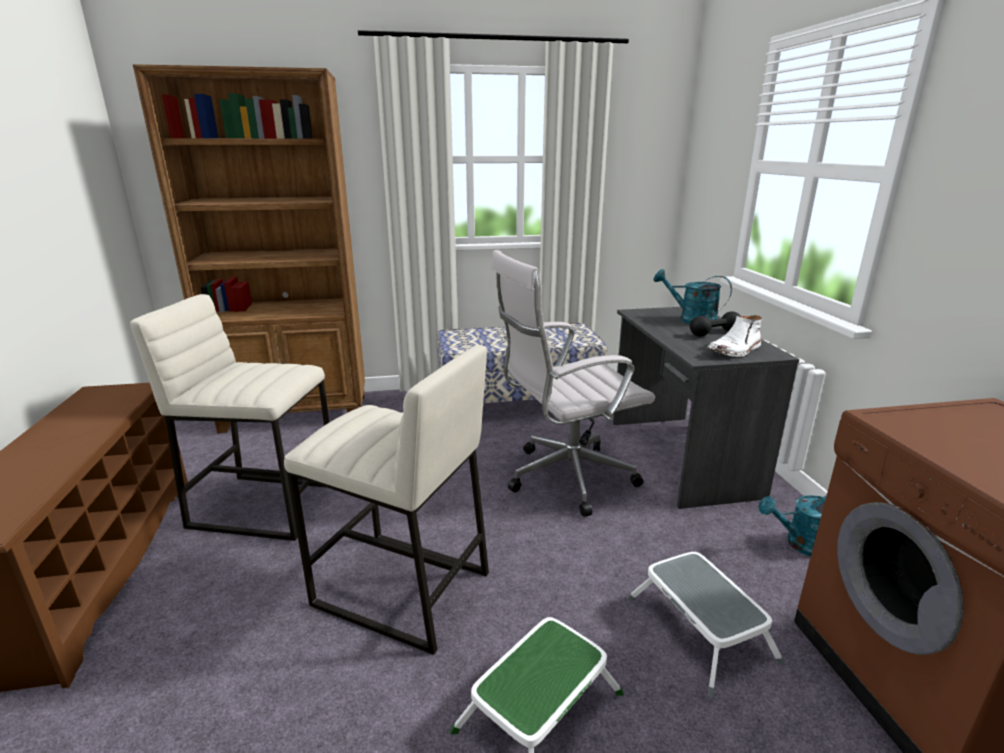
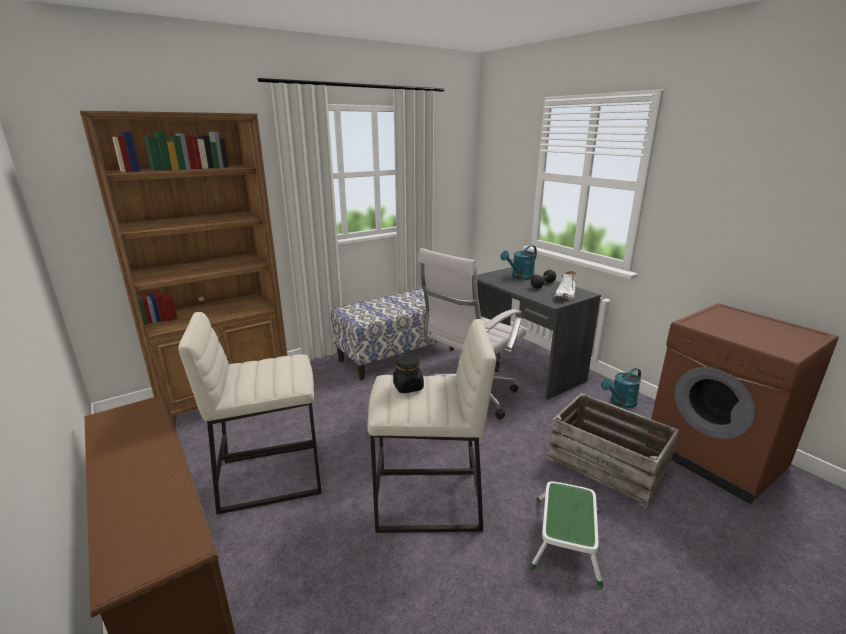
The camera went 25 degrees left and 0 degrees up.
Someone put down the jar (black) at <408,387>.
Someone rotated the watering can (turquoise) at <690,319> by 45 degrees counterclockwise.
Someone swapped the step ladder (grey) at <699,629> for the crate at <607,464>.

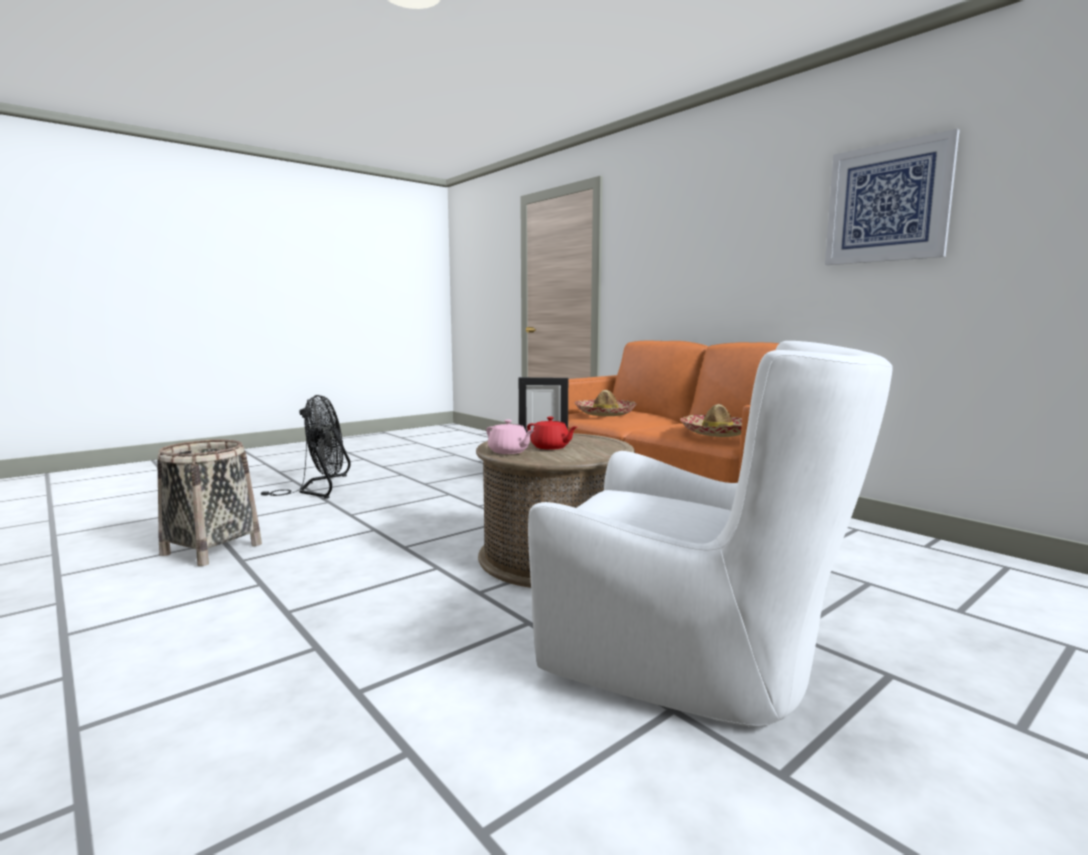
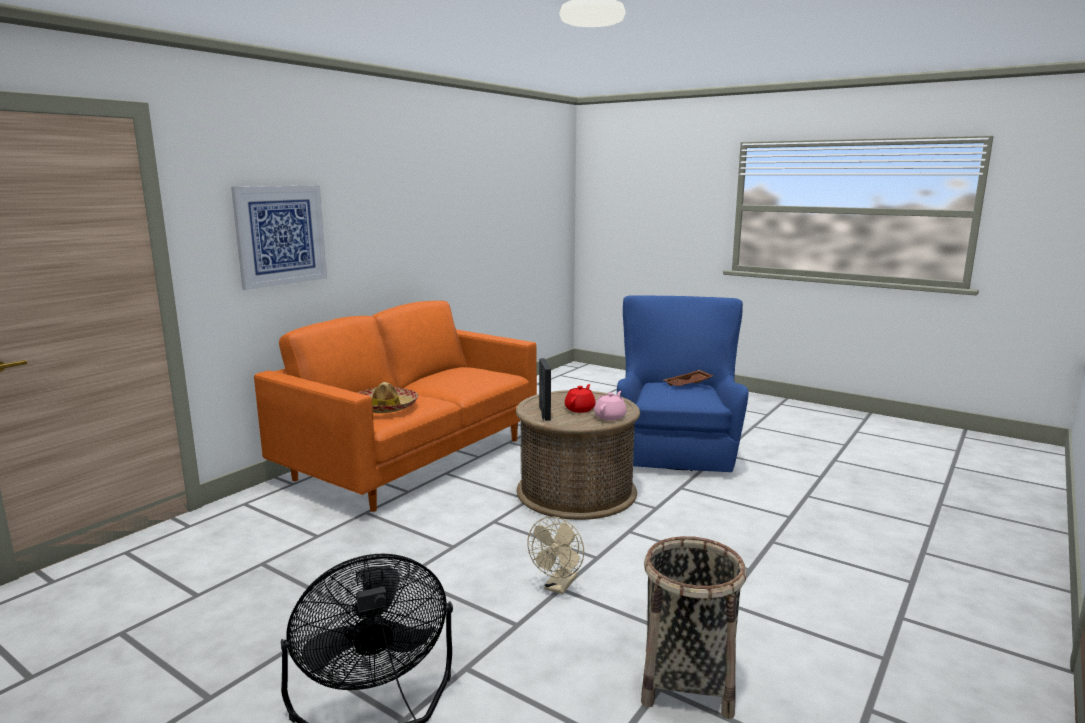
The camera went 105 degrees left and 5 degrees up.
Someone carried the picture from <887,203> to <280,235>.
Someone put down the fan (beige) at <558,587>.
Someone repainted the armchair (white) at <695,657>, which became the armchair (blue) at <676,450>.
Someone put down the tray (brown) at <688,384>.
Someone took away the hat at <717,433>.

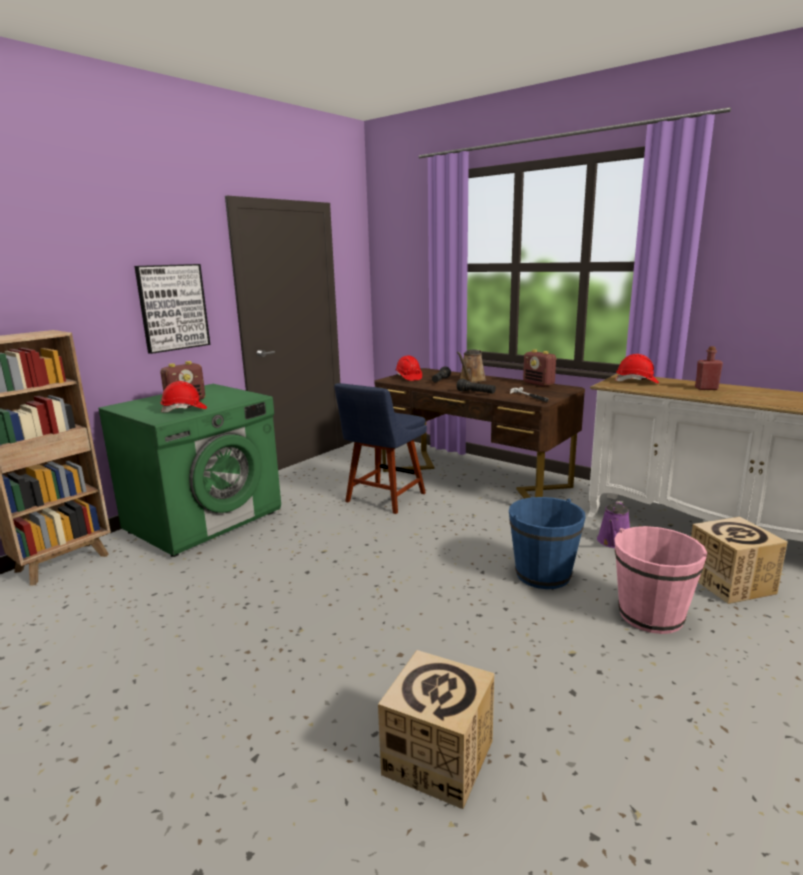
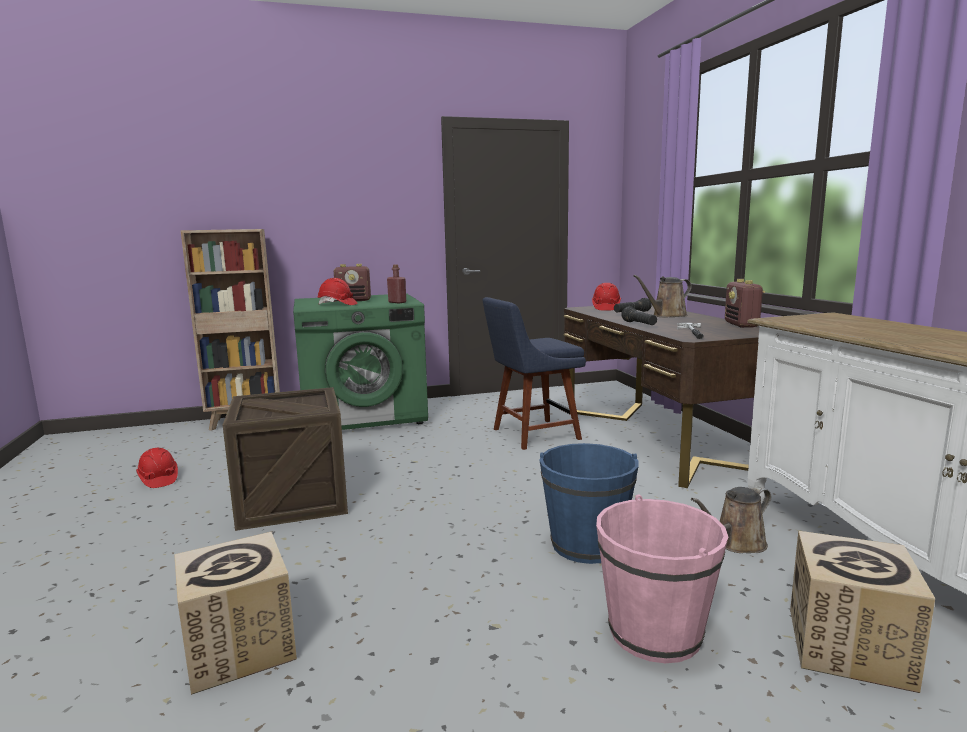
The camera went 35 degrees right and 5 degrees down.
Someone carried the hard hat (red) from <636,381> to <158,479>.
Someone put down the crate at <292,500>.
Someone carried the bottle (red) from <706,388> to <397,302>.
Someone repainted the watering can (purple) at <614,542>, which became the watering can (brown) at <736,543>.
Someone took away the picture at <173,307>.

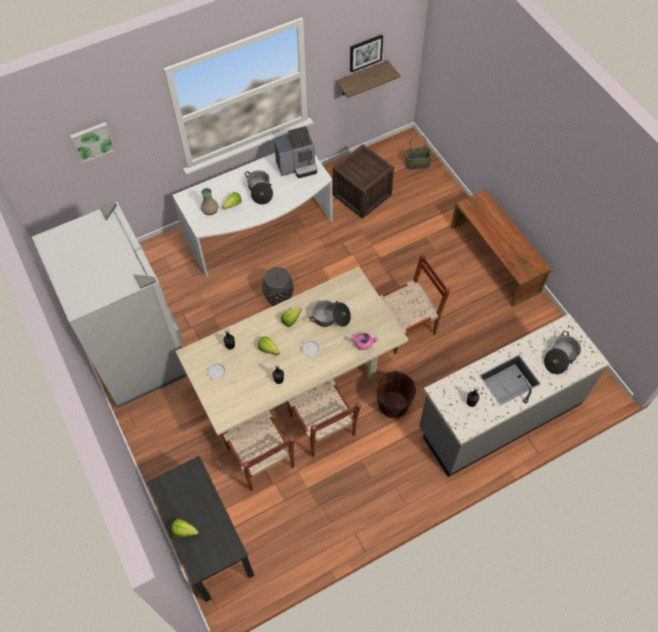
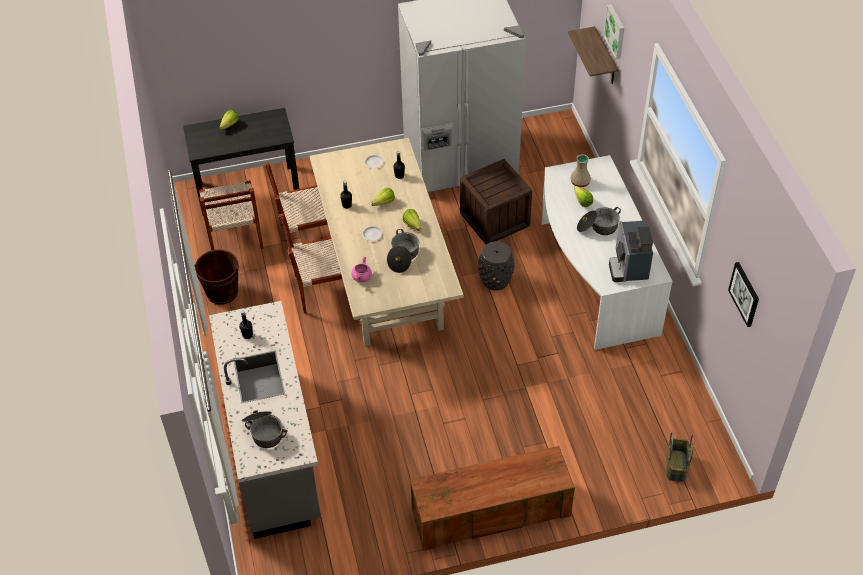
The camera went 105 degrees right and 10 degrees down.
Someone carried the bucket (brown) from <393,405> to <222,292>.
Someone carried the chair from <405,326> to <234,237>.
Someone carried the crate from <362,195> to <494,219>.
Someone carried the shelf from <361,78> to <605,57>.

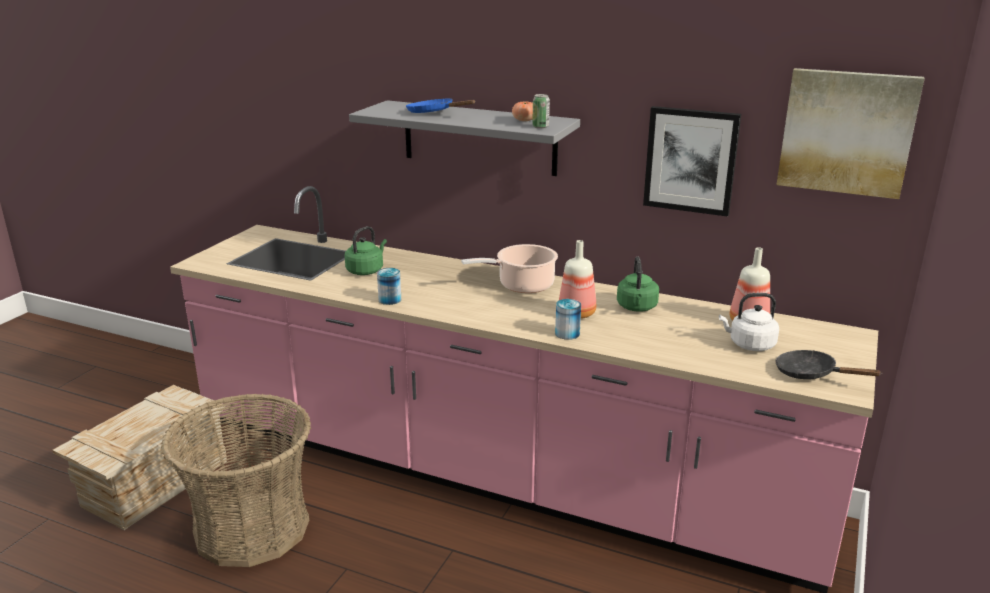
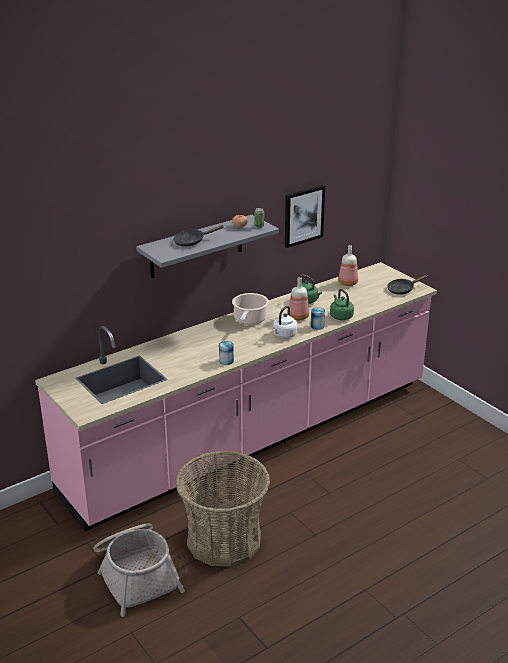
The camera went 60 degrees left and 5 degrees up.
Someone swapped the crate at <155,483> for the basket at <136,574>.
Someone repainted the frying pan (blue) at <434,113>, which became the frying pan (black) at <192,241>.
Someone carried the kettle (white) from <749,345> to <284,335>.
Someone carried the kettle (green) from <366,270> to <340,316>.
Someone took away the picture at <846,132>.

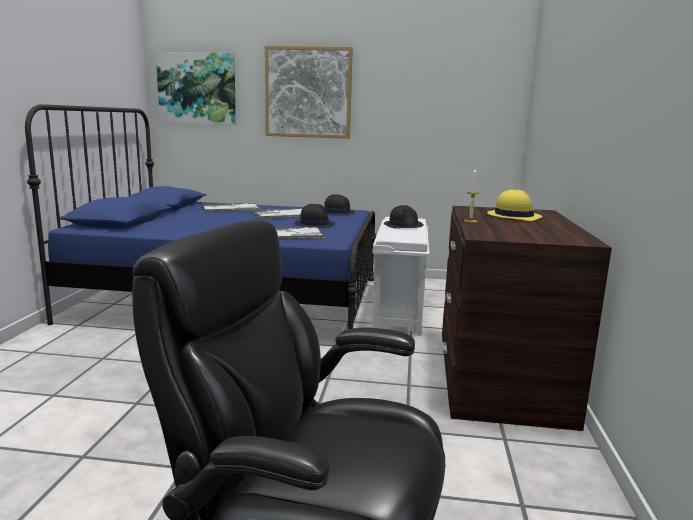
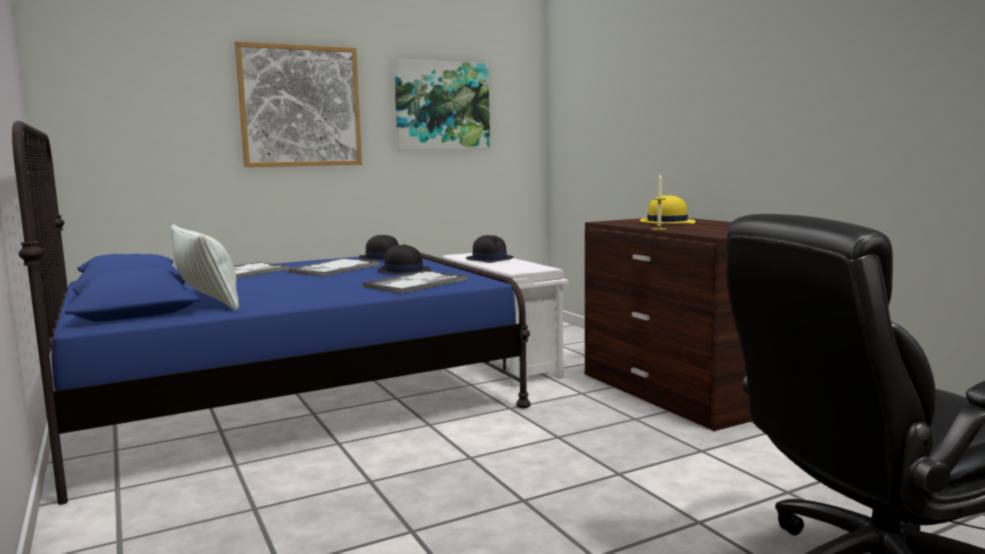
The camera went 35 degrees left and 5 degrees down.
Someone put down the pillow at <207,301>.
Someone carried the picture from <197,88> to <442,106>.

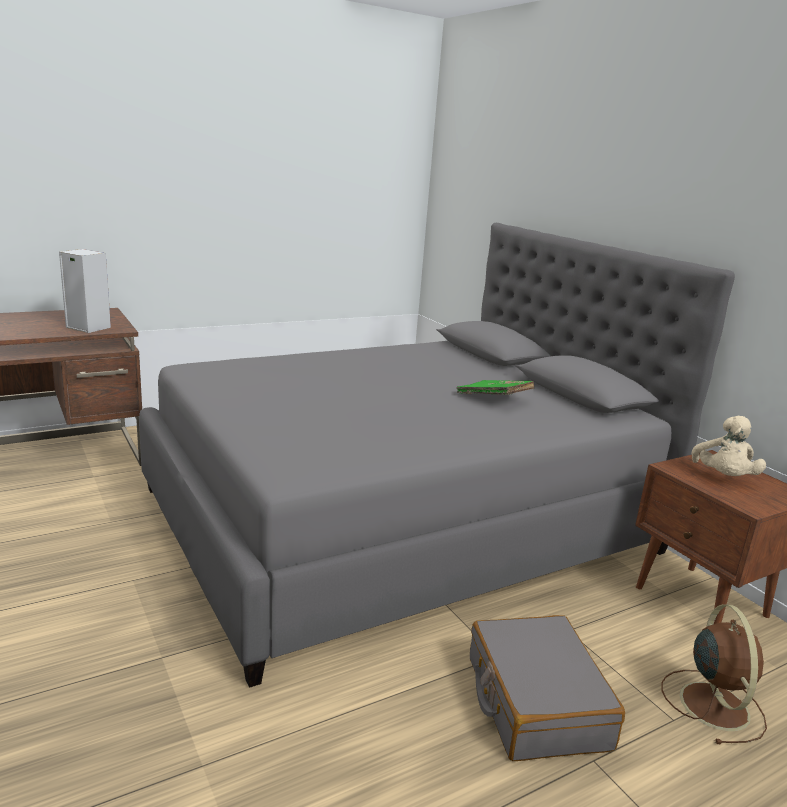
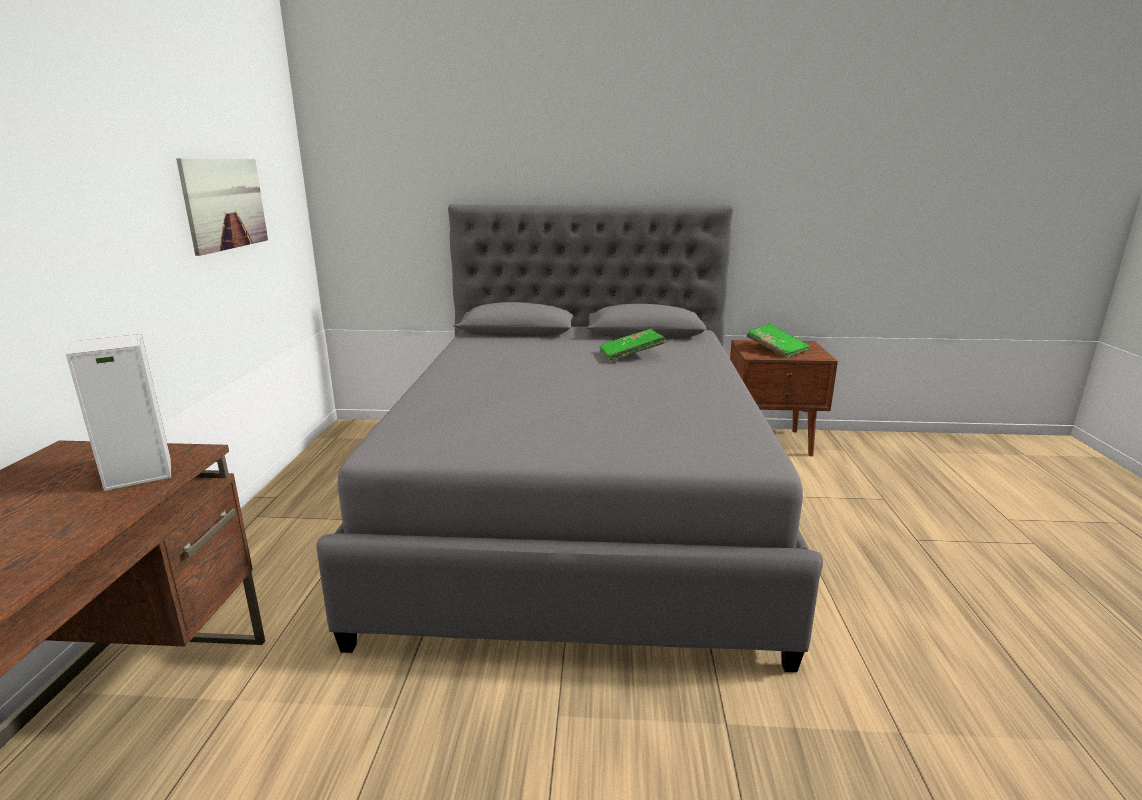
The camera went 55 degrees left and 0 degrees up.
Someone put up the picture at <225,203>.
Someone swapped the plush toy (beige) at <723,478> for the book (green) at <776,350>.
Someone took away the suitcase (grey) at <535,702>.
Someone took away the fan (brown) at <713,703>.

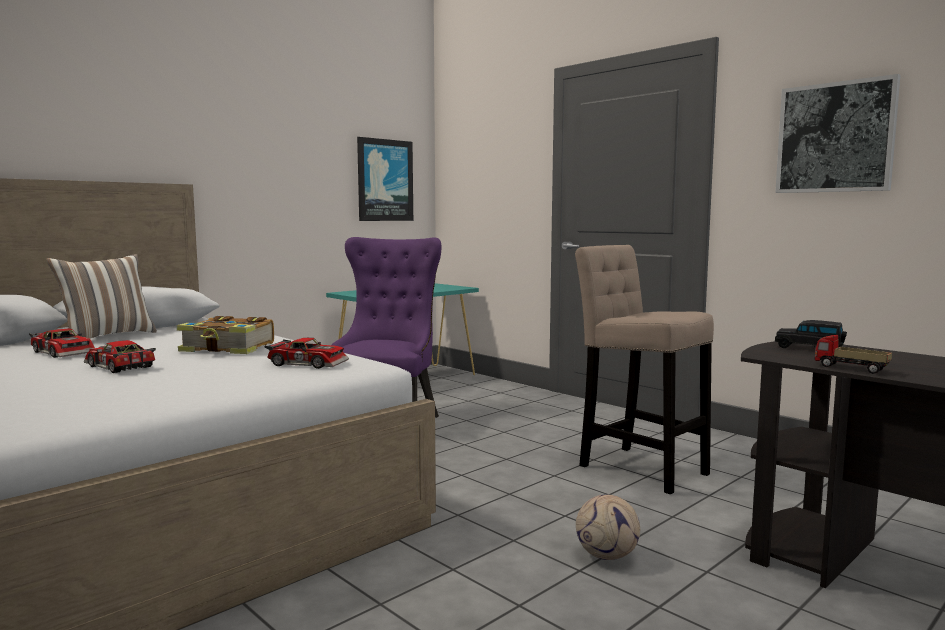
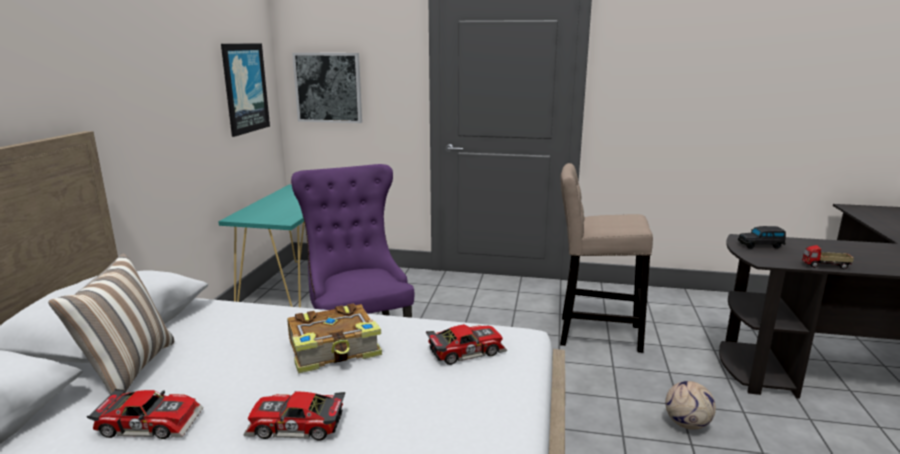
The camera went 35 degrees left and 10 degrees up.
Someone carried the picture from <835,137> to <328,87>.

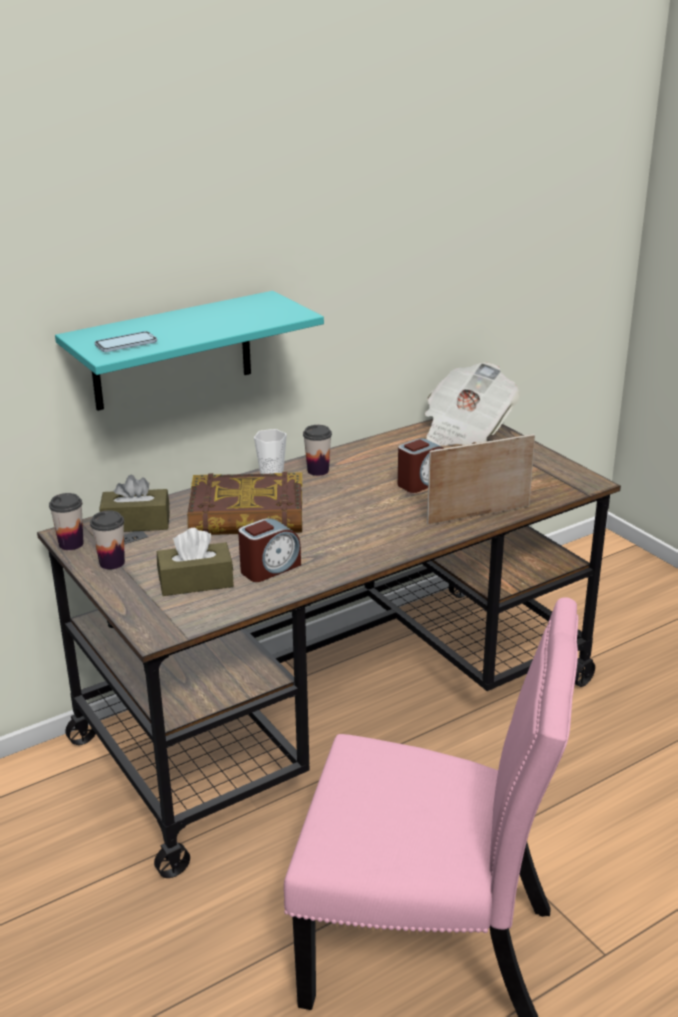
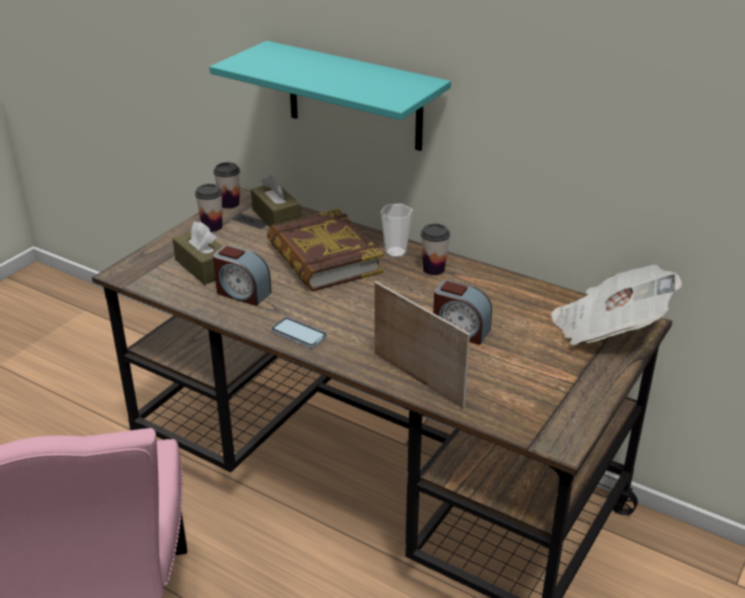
The camera went 65 degrees right and 5 degrees up.
Someone carried the phone from <126,344> to <299,334>.

